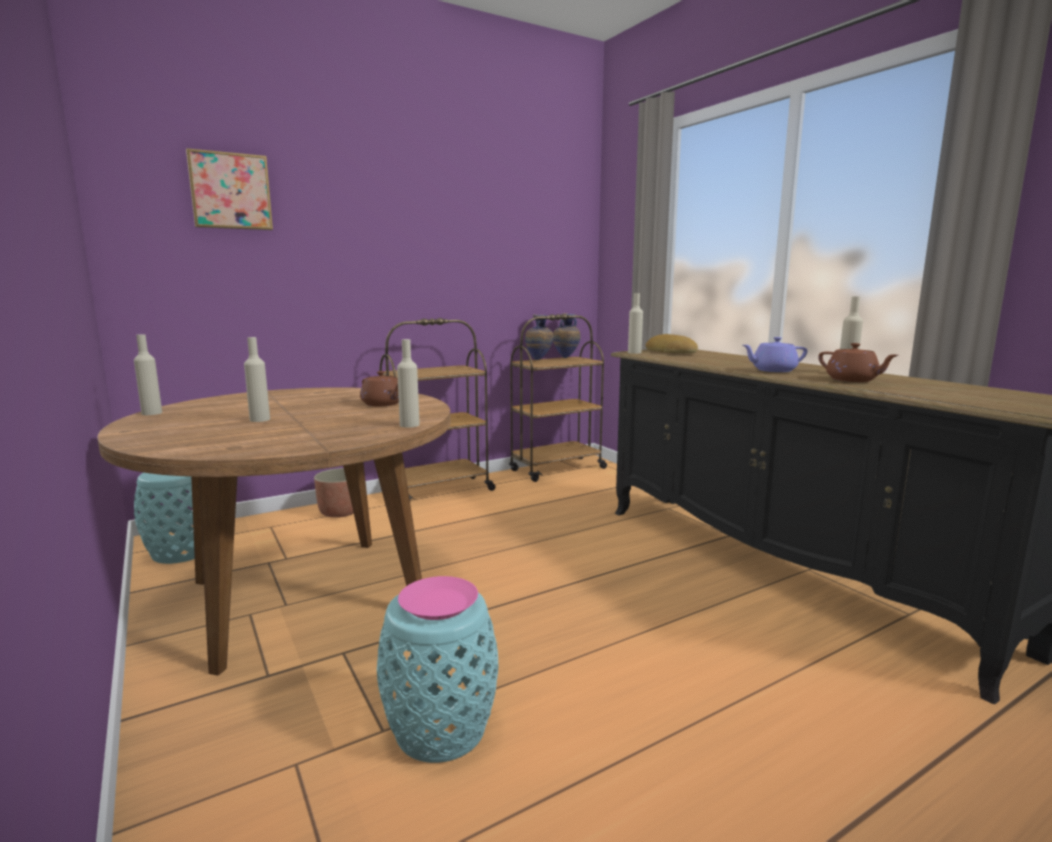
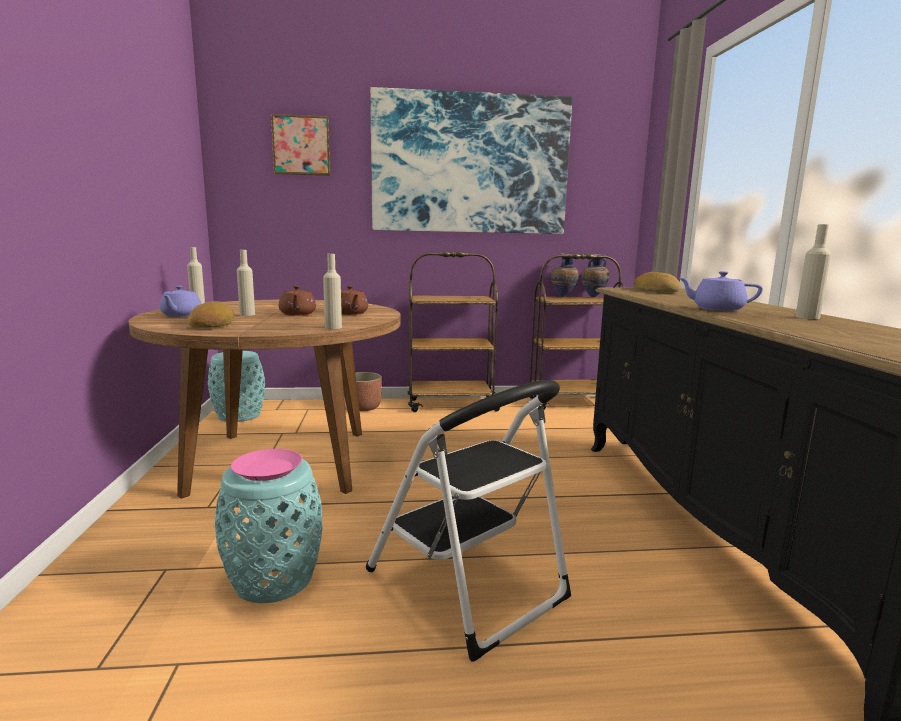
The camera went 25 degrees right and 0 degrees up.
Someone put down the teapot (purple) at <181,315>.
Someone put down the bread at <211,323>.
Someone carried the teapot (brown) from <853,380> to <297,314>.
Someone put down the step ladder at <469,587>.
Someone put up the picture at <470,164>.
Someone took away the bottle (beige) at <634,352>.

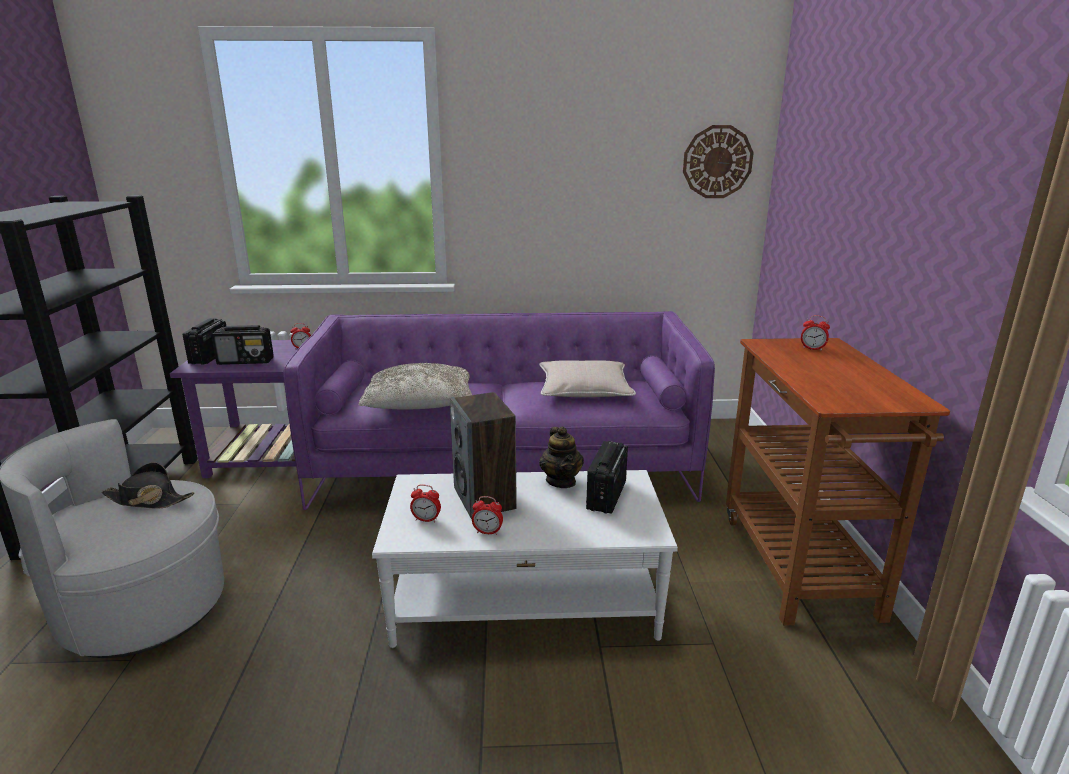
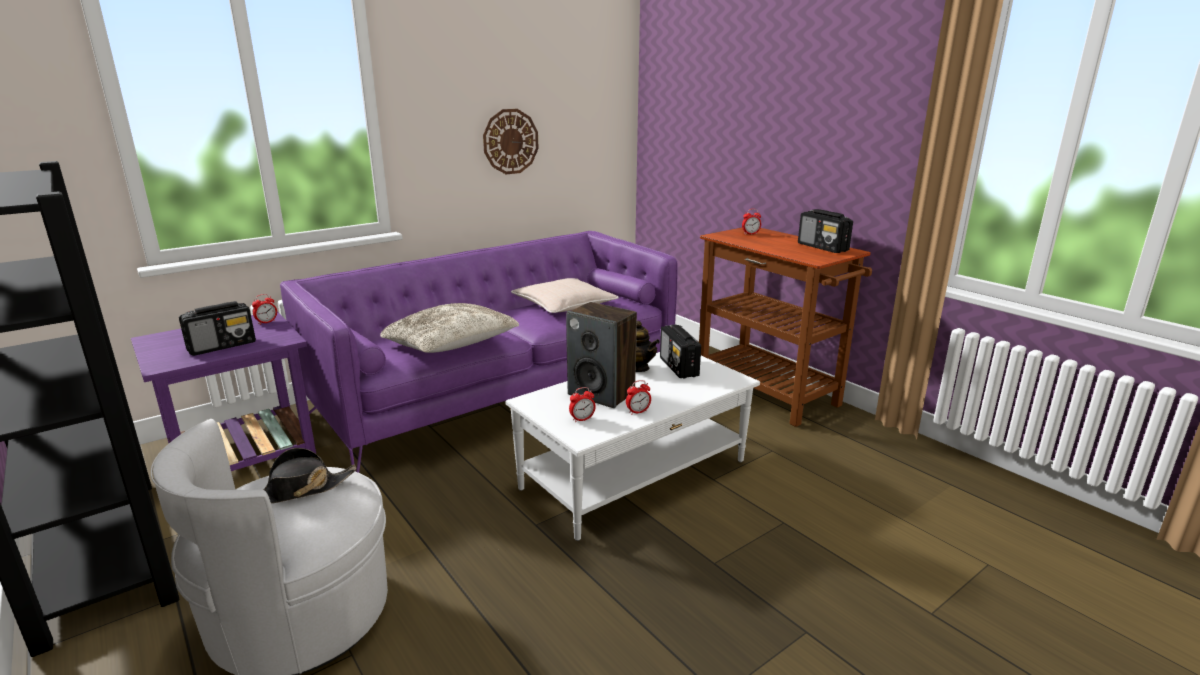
The camera went 35 degrees left and 0 degrees up.
Someone carried the wall clock from <717,162> to <510,141>.
Someone carried the radio from <209,356> to <823,247>.

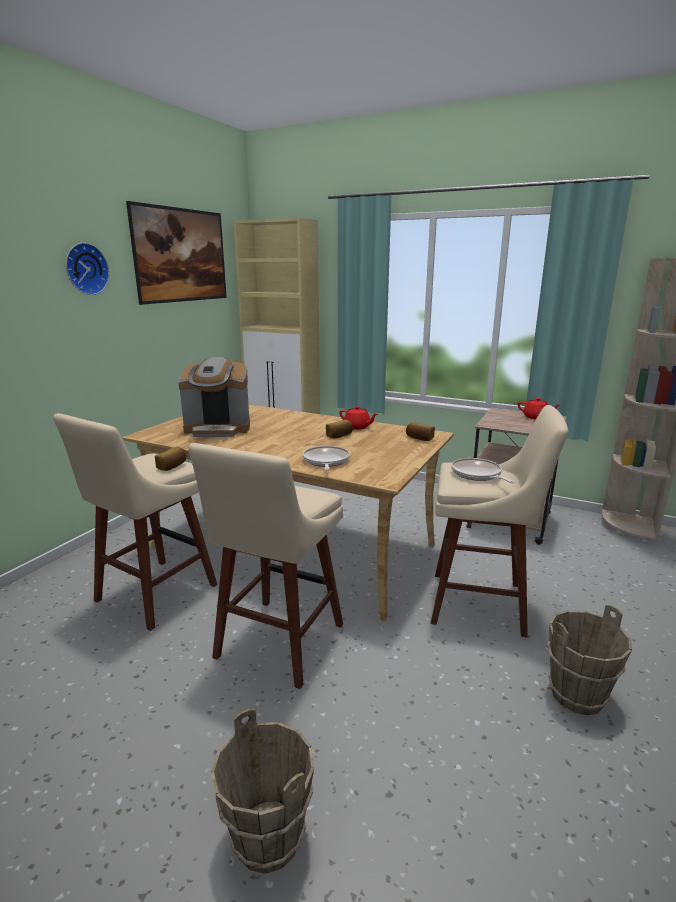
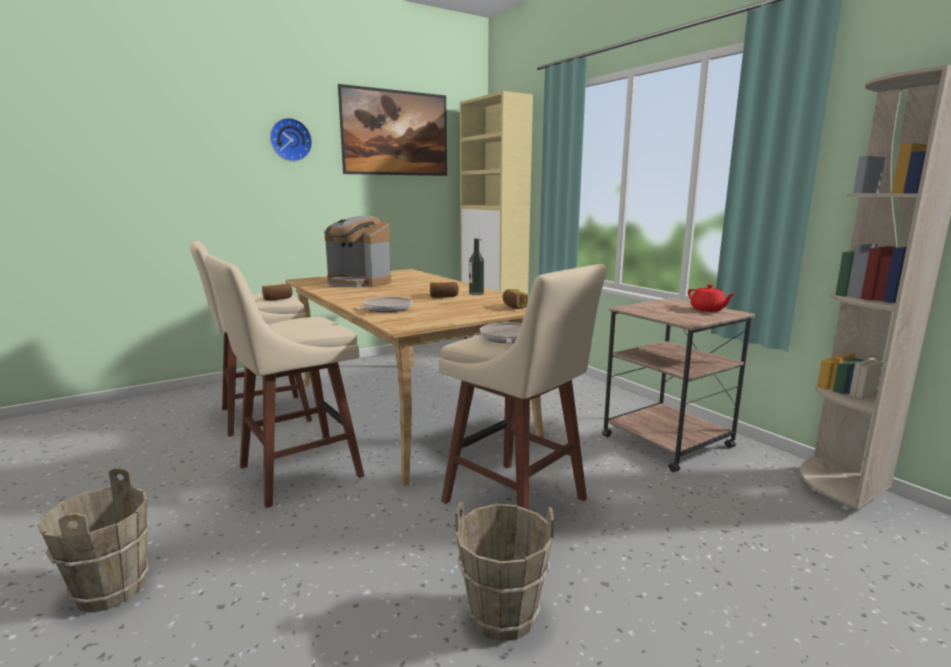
The camera went 30 degrees right and 5 degrees down.
Someone swapped the teapot (red) at <357,427> for the bottle at <476,293>.

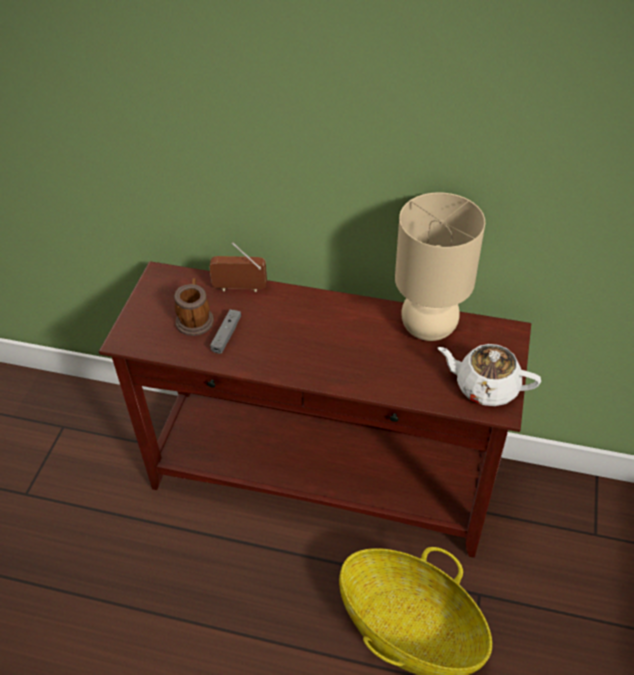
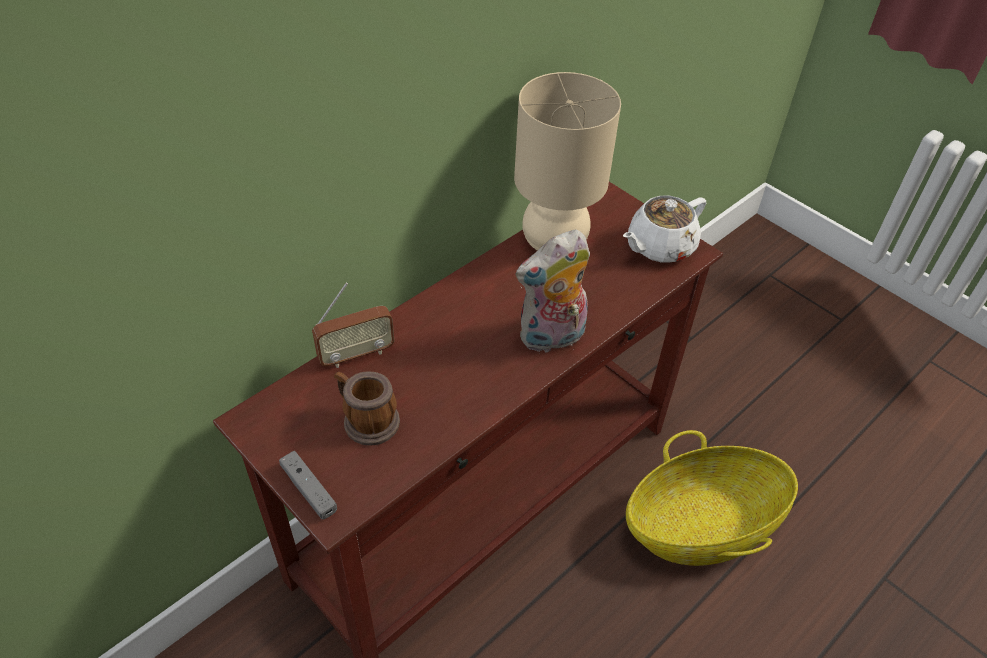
The camera went 60 degrees left and 0 degrees up.
Someone carried the game controller (grey) from <226,335> to <309,490>.
Someone rotated the radio at <240,288> by 150 degrees counterclockwise.
Someone put down the plush toy at <551,338>.

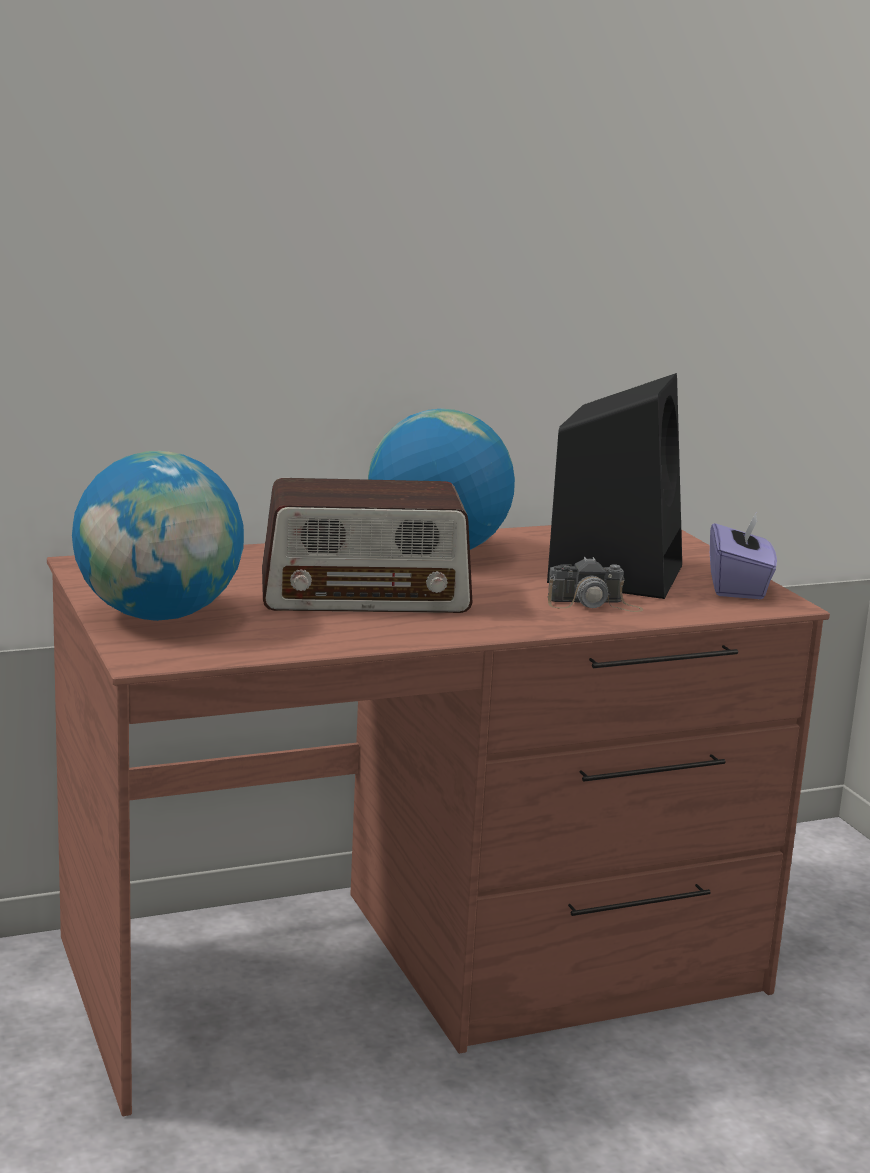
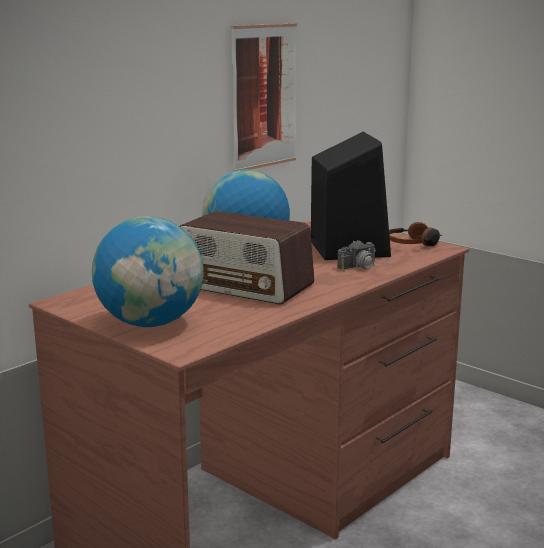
The camera went 25 degrees left and 0 degrees up.
Someone rotated the radio at <365,594> by 60 degrees clockwise.
Someone put up the picture at <264,96>.
Someone swapped the tissue box (purple) at <738,587> for the headphones at <413,244>.

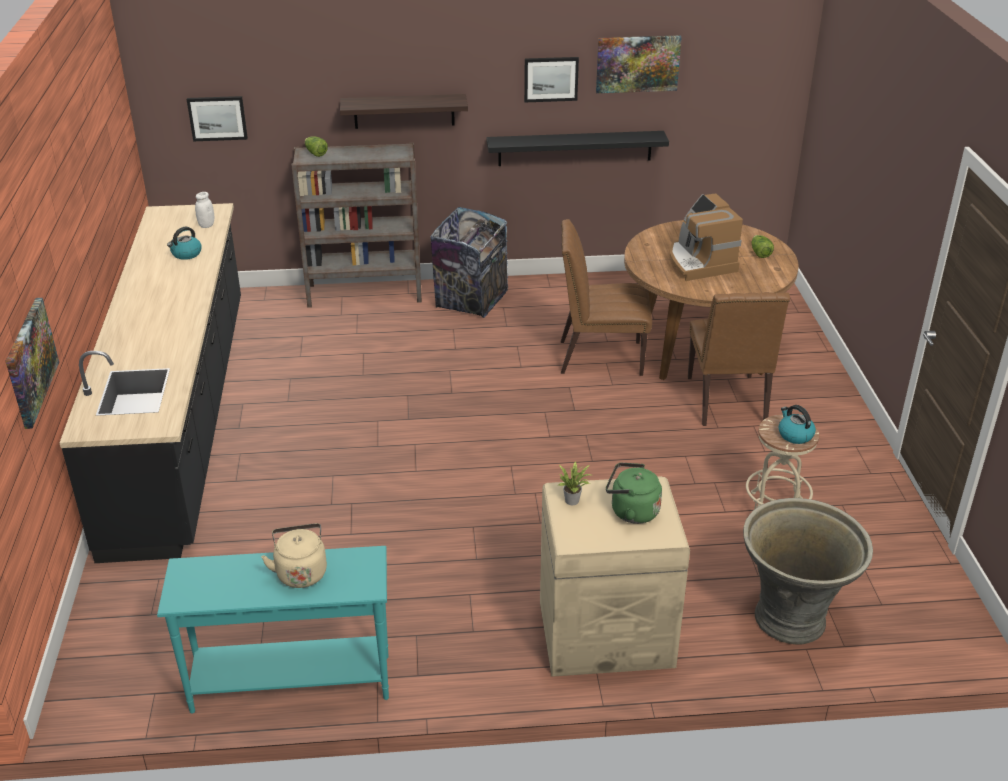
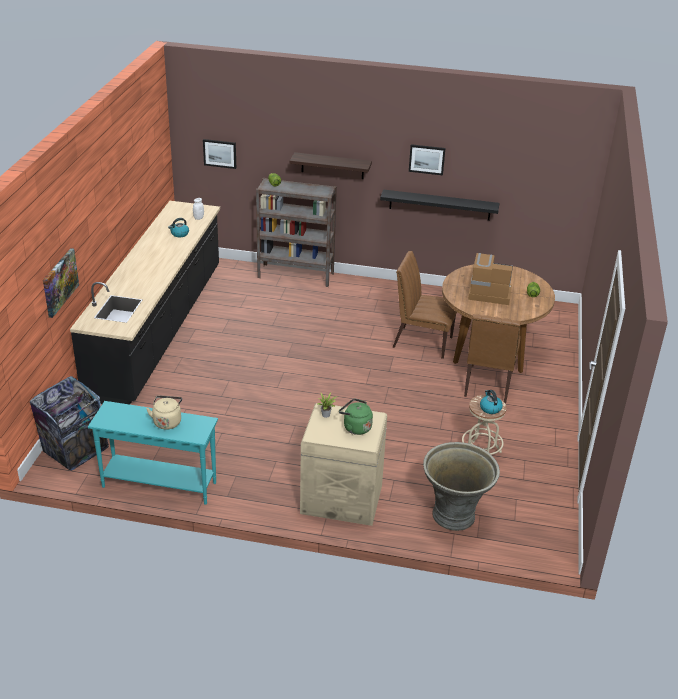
The camera went 15 degrees right and 0 degrees up.
Someone carried the trash can from <471,301> to <74,451>.
Someone rotated the coffee machine at <699,262> by 105 degrees clockwise.
Someone took away the picture at <637,63>.

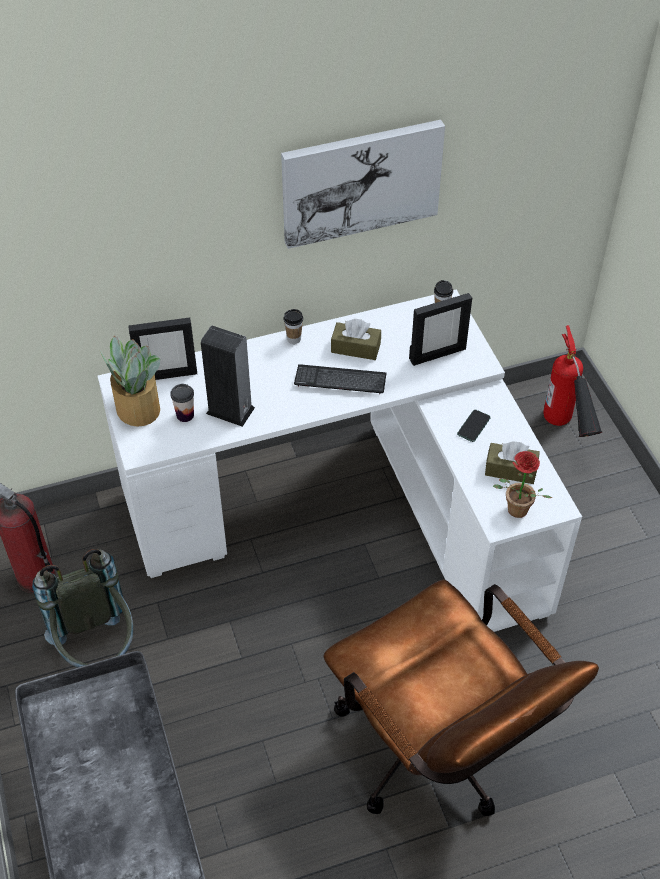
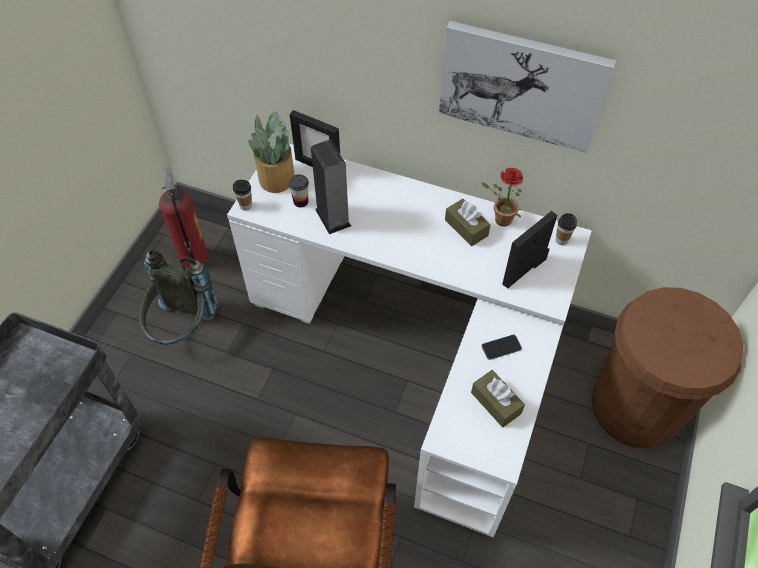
The camera went 40 degrees right and 5 degrees up.
Someone carried the cup from <294,339> to <246,206>.
Someone carried the potted plant from <514,512> to <499,220>.
Someone rotated the picture frame at <437,354> by 120 degrees clockwise.
Someone swapped the fire extinguisher at <565,436> for the trash can (brown) at <635,407>.
Someone took away the keyboard at <340,380>.

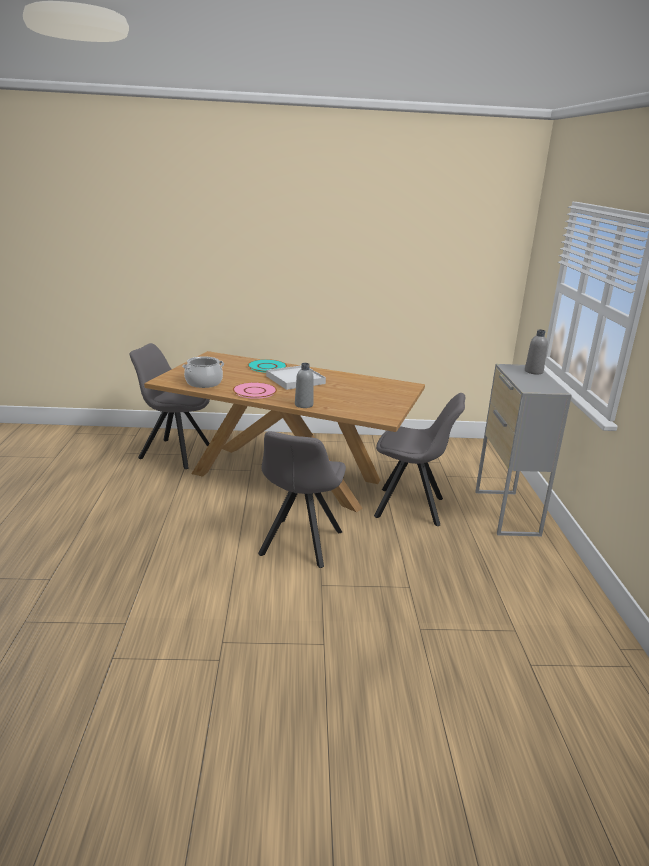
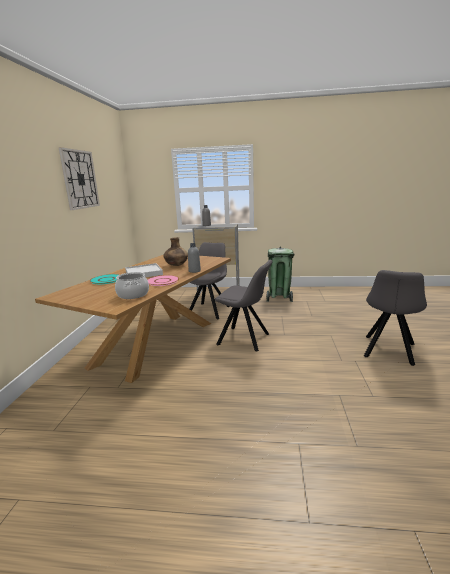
The camera went 80 degrees left and 5 degrees down.
Someone put up the wall clock at <80,179>.
Someone put down the vase (brown) at <176,265>.
Someone put down the trash can (green) at <279,297>.
Someone carried the chair (grey) from <175,453> to <388,350>.

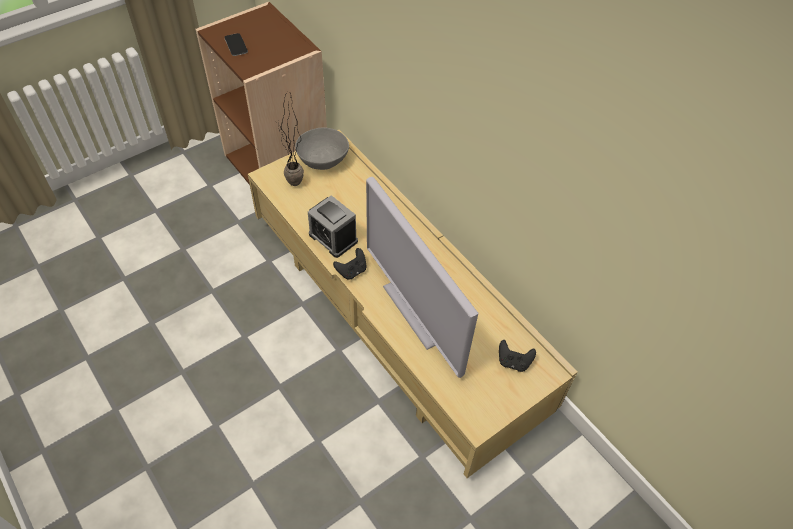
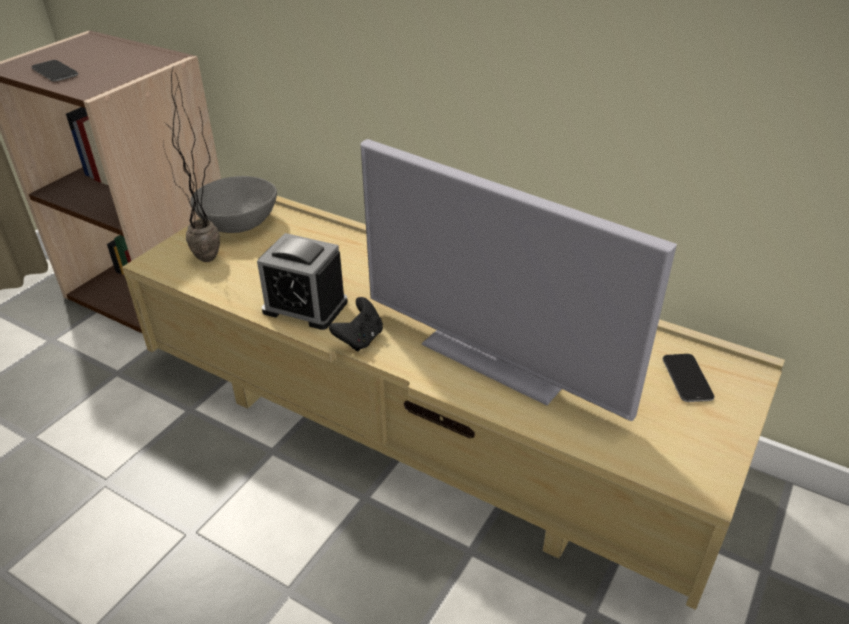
The camera went 20 degrees left and 15 degrees down.
Someone swapped the game controller (black) at <513,362> for the phone at <687,379>.

